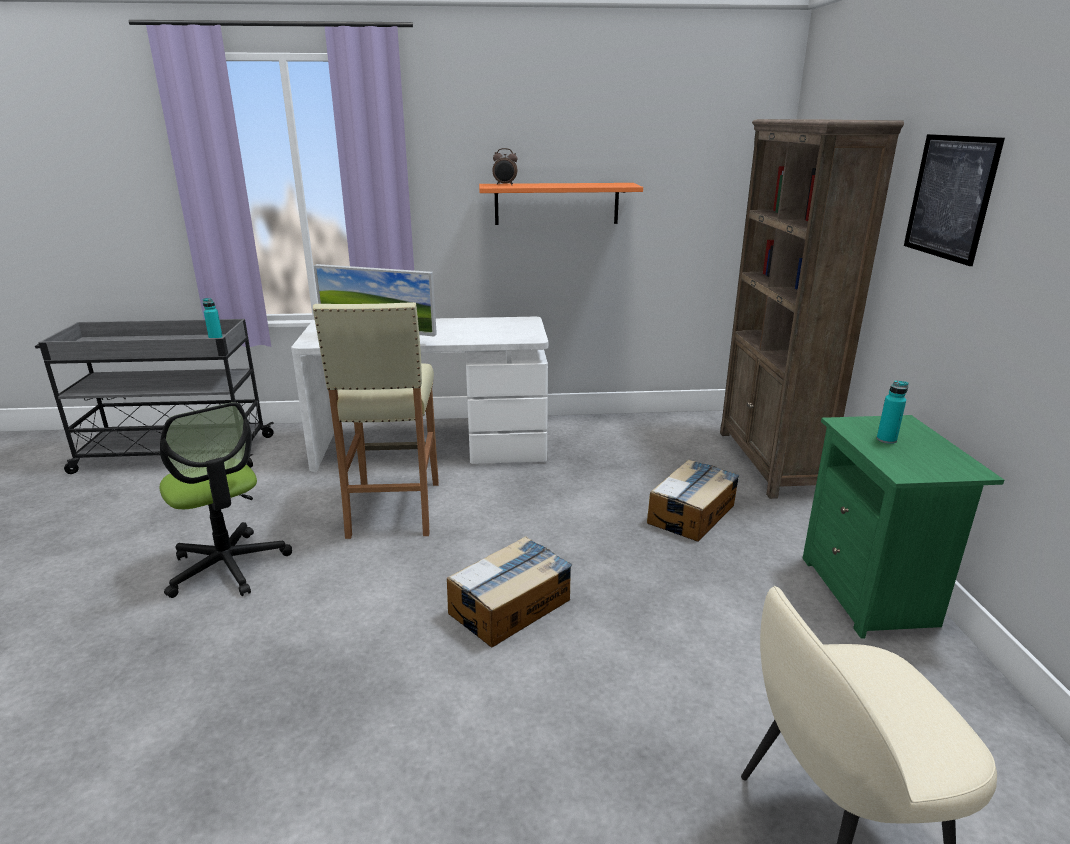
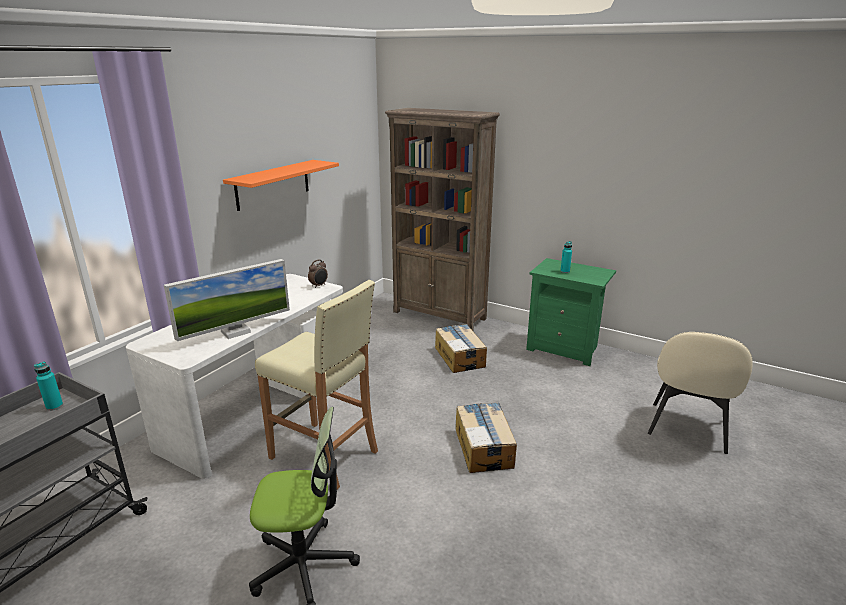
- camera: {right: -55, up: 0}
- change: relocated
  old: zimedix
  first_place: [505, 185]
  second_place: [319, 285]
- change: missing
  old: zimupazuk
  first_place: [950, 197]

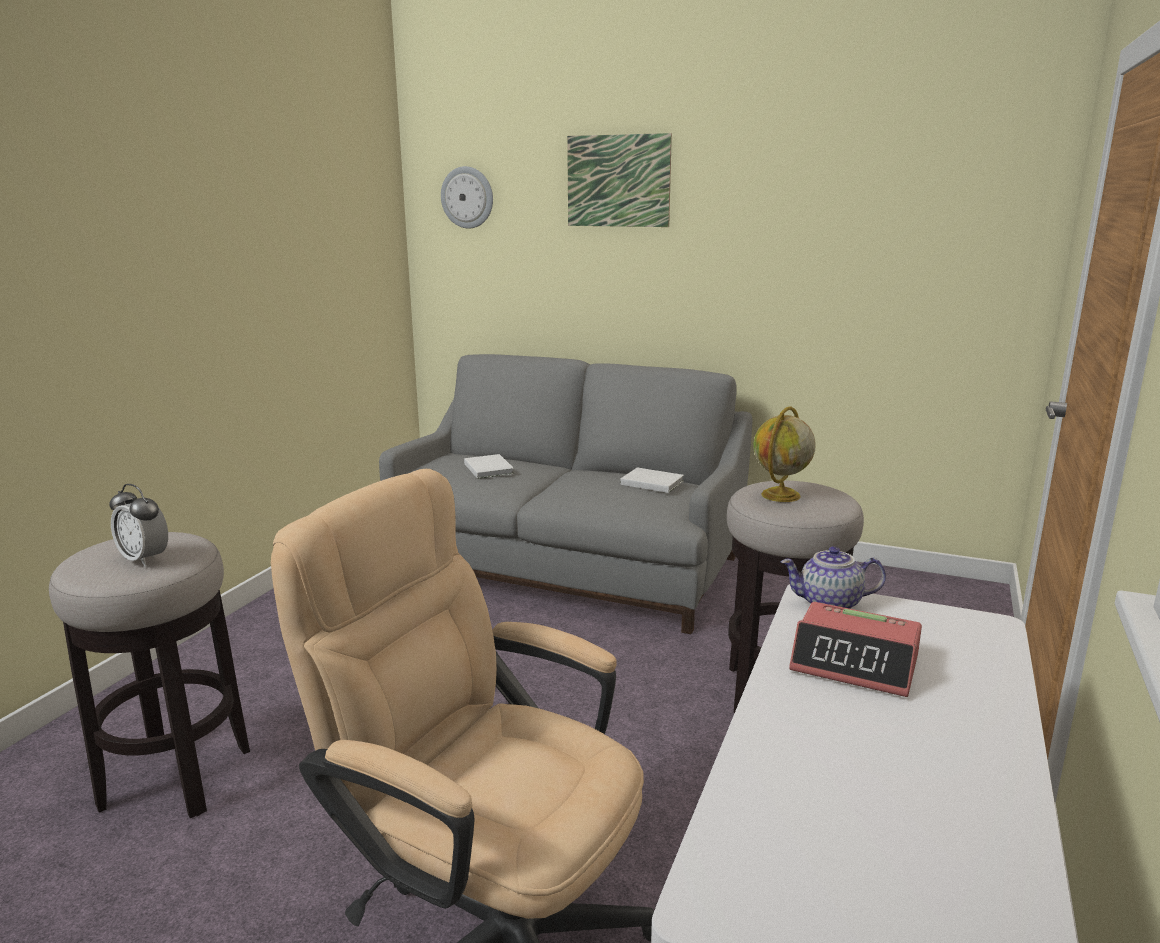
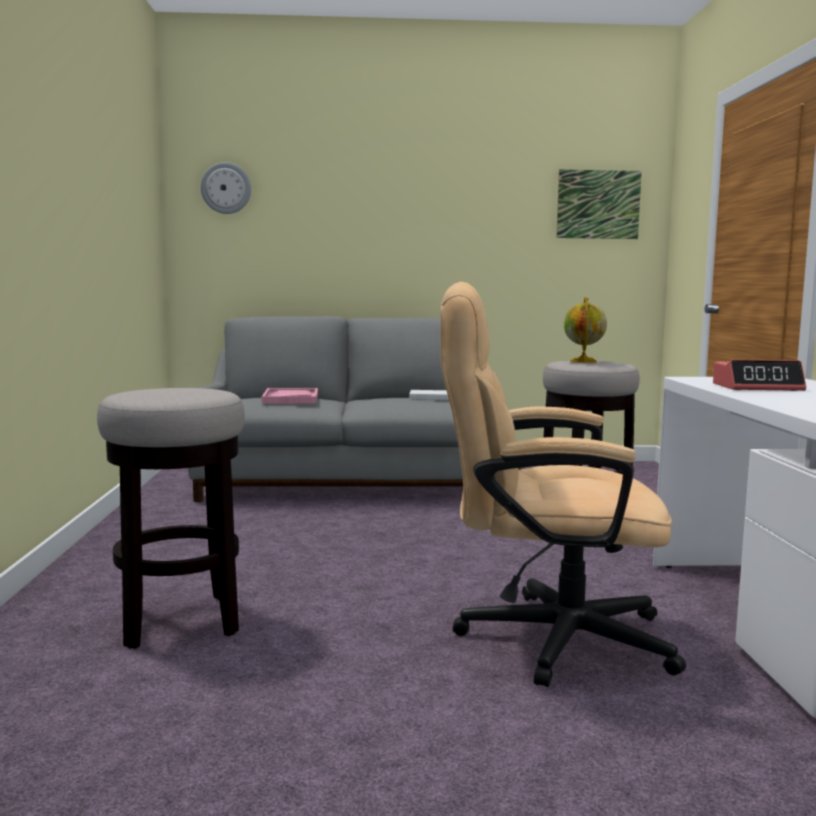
- camera: {right: -25, up: -10}
- change: exchanged
  old: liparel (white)
  new: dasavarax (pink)
  first_place: [489, 468]
  second_place: [290, 398]
- change: relocated
  old: zimupazuk
  first_place: [618, 181]
  second_place: [598, 204]
- change: missing
  old: zimedix
  first_place: [144, 559]
- change: missing
  old: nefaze
  first_place: [829, 604]

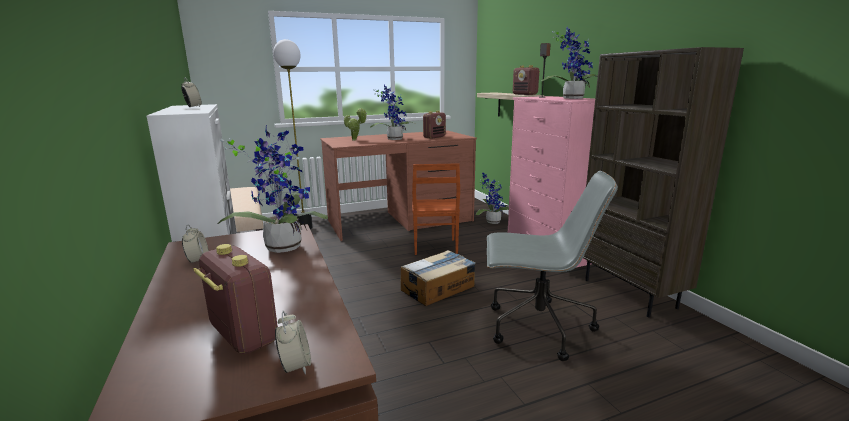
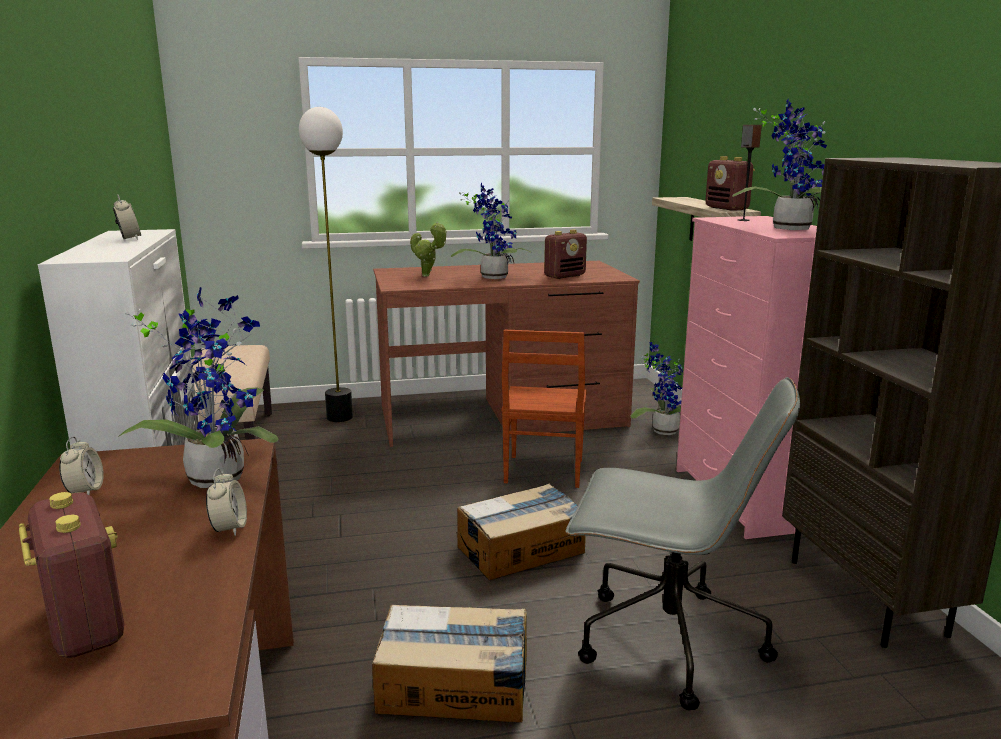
- camera: {right: 10, up: 0}
- change: relocated
  old: zimedix
  first_place: [295, 366]
  second_place: [229, 528]
- change: appeared
  new: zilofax
  second_place: [455, 685]

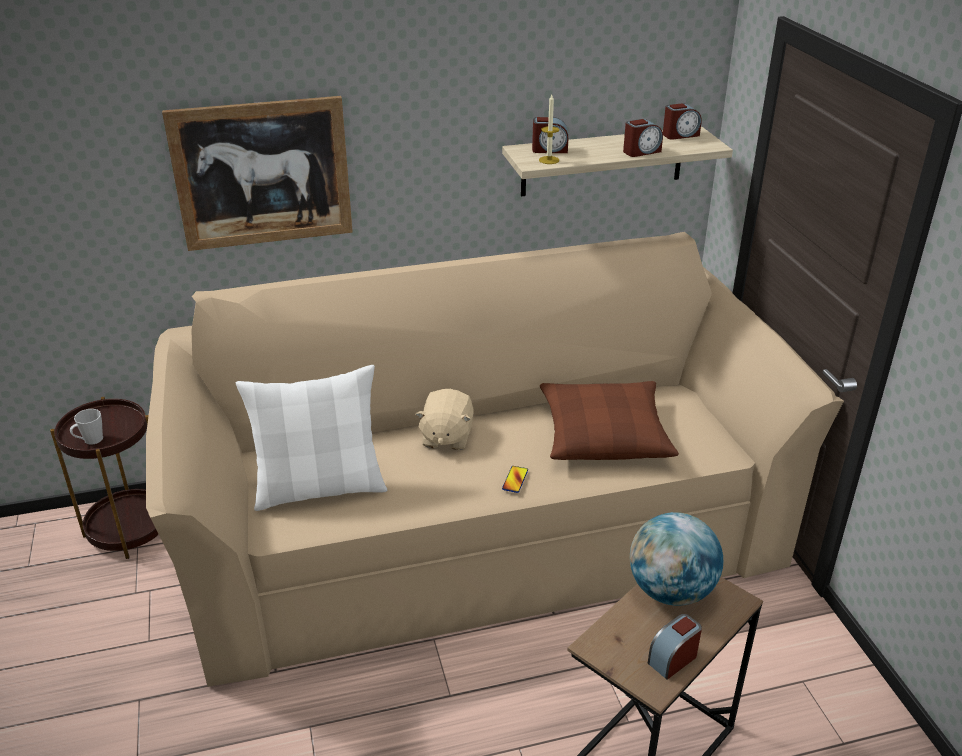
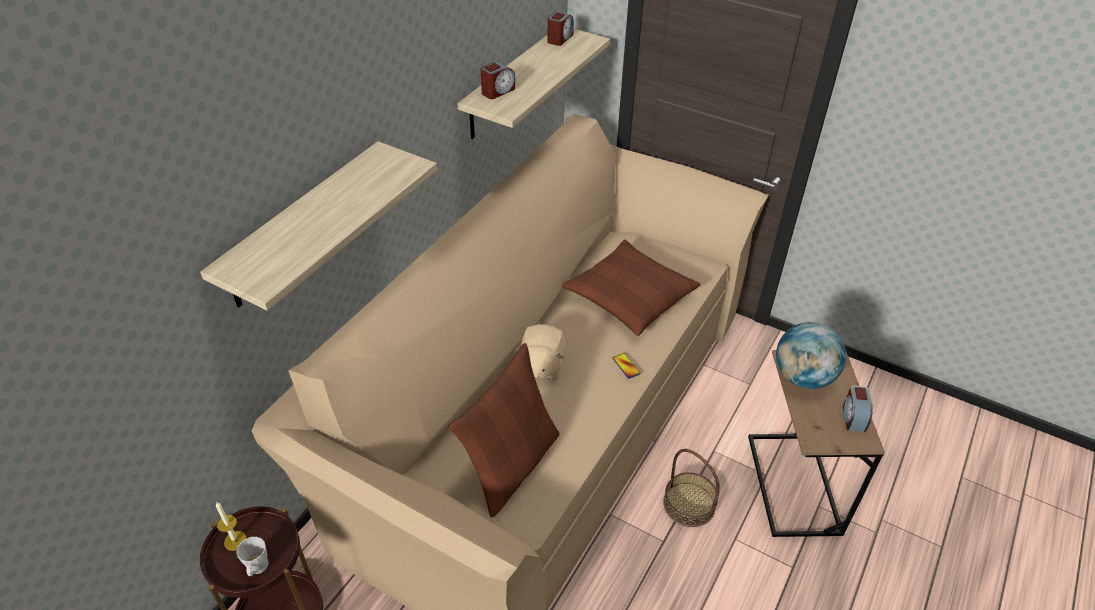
- camera: {right: -45, up: 10}
- change: exchanged
  old: zimupazuk
  new: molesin
  first_place: [262, 173]
  second_place: [303, 225]
- change: relocated
  old: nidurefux
  first_place: [549, 160]
  second_place: [235, 541]
- change: colour
  old: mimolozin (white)
  new: mimolozin (brown)
  first_place: [320, 488]
  second_place: [511, 465]
- change: spun
  old: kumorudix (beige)
  first_place: [446, 437]
  second_place: [541, 365]
  degrees: 45
- change: appeared
  new: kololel
  second_place: [689, 504]
- change: missing
  old: zimedix
  first_place: [641, 151]

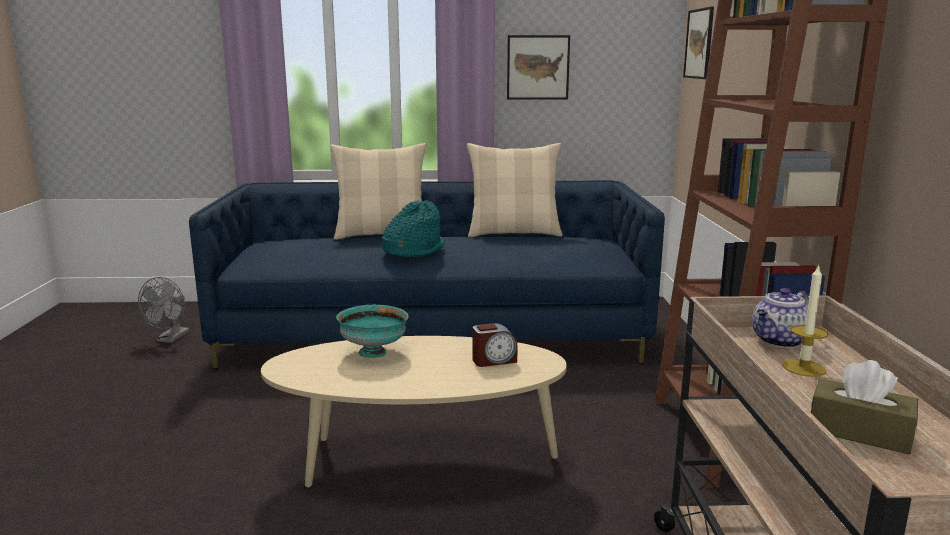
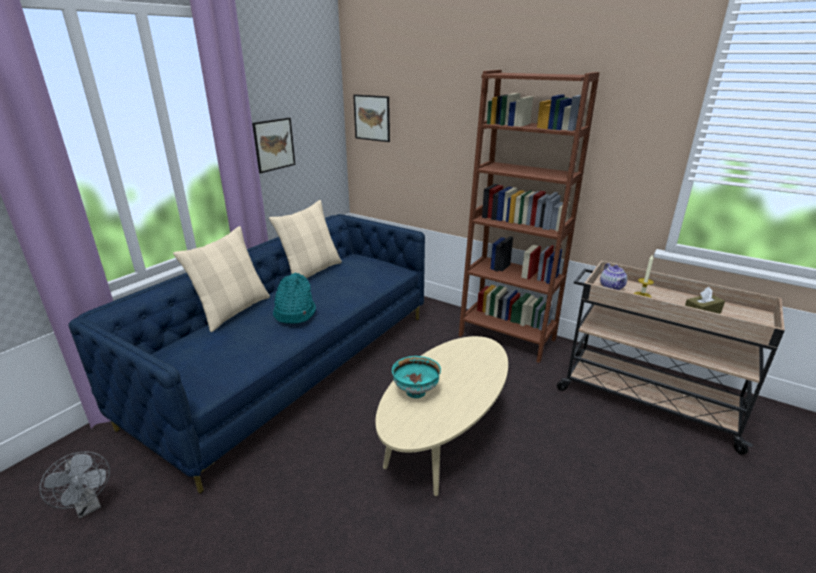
- camera: {right: -55, up: 10}
- change: missing
  old: zimedix
  first_place: [494, 360]

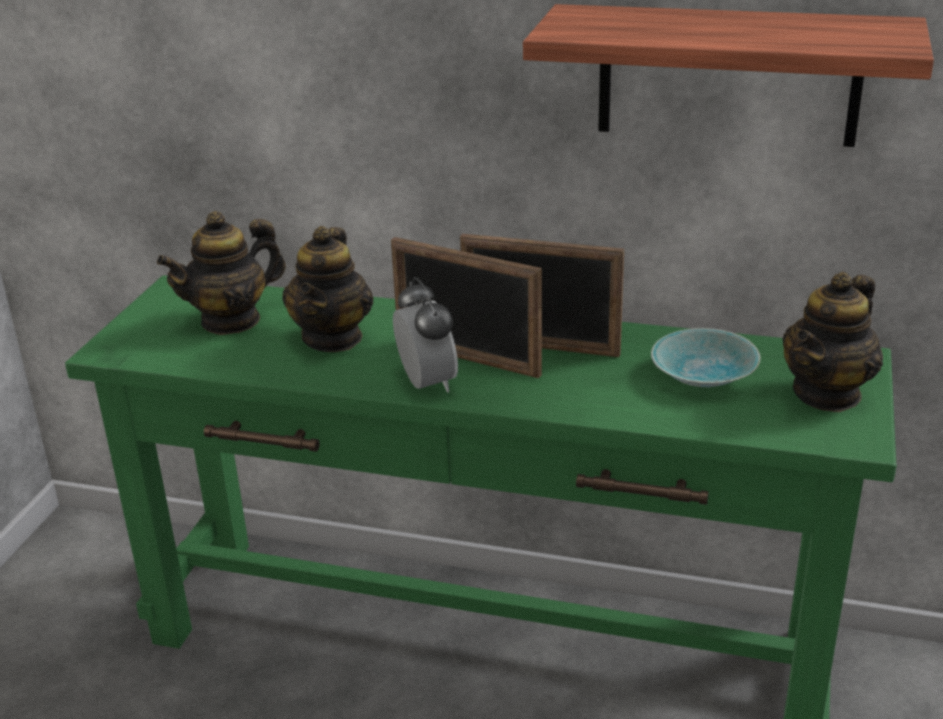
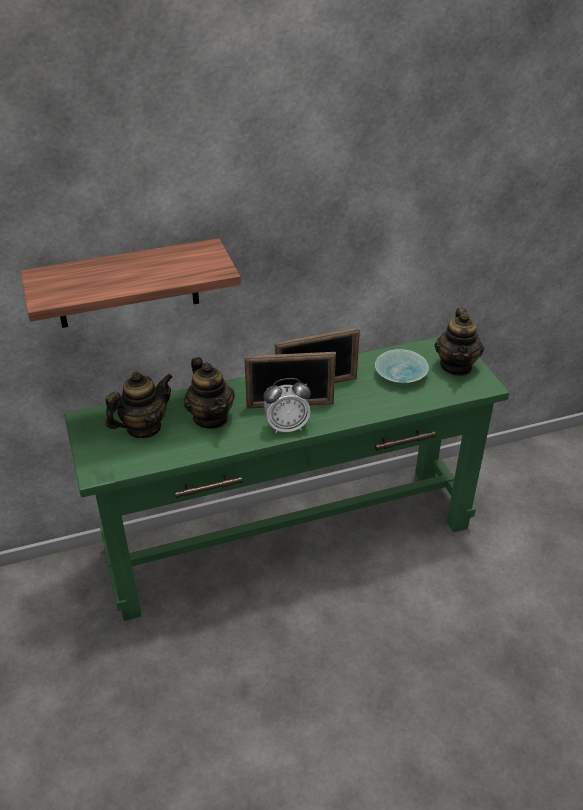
- camera: {right: -35, up: 10}
- change: relocated
  old: molesin
  first_place: [728, 75]
  second_place: [127, 284]
- change: spun
  old: nefaze
  first_place: [231, 320]
  second_place: [143, 428]
  degrees: -150
- change: spun
  old: zimedix
  first_place: [427, 384]
  second_place: [287, 427]
  degrees: 135

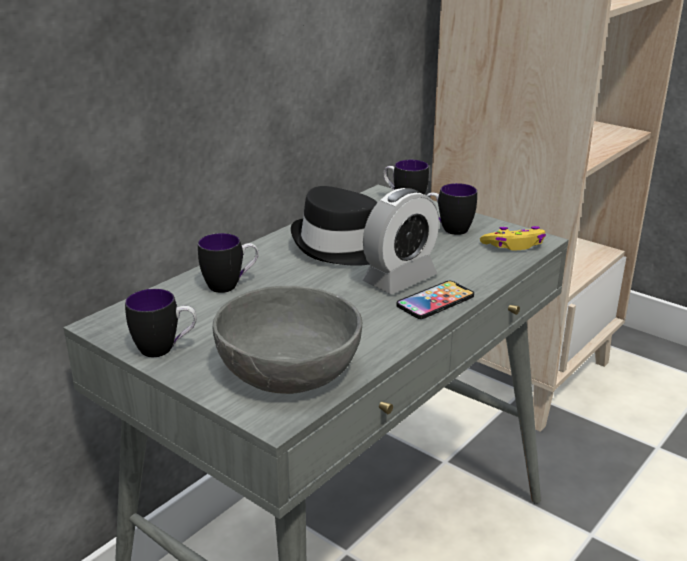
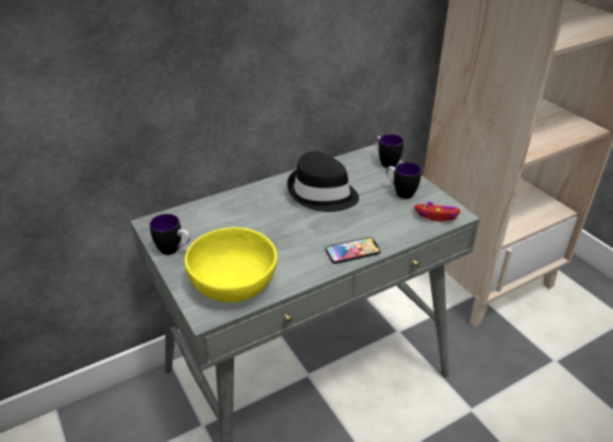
- camera: {right: 20, up: 10}
- change: colour
  old: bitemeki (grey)
  new: bitemeki (yellow)
  first_place: [290, 369]
  second_place: [234, 282]
- change: colour
  old: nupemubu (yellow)
  new: nupemubu (red)
  first_place: [514, 245]
  second_place: [436, 216]
- change: missing
  old: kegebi
  first_place: [230, 285]
- change: missing
  old: zimedix
  first_place: [400, 279]

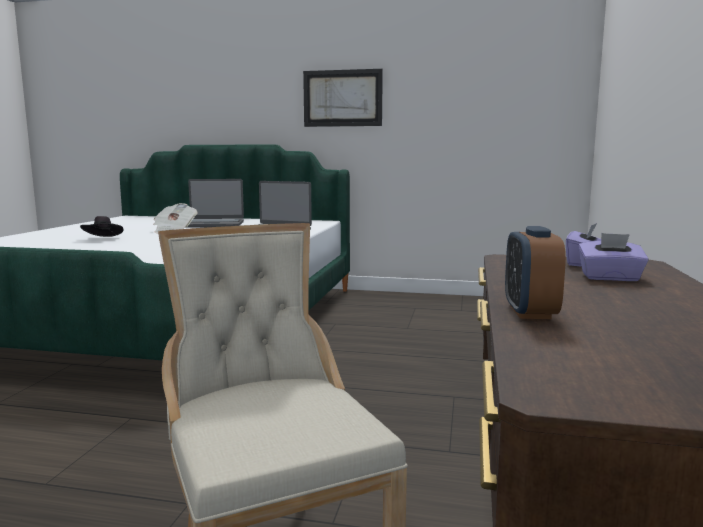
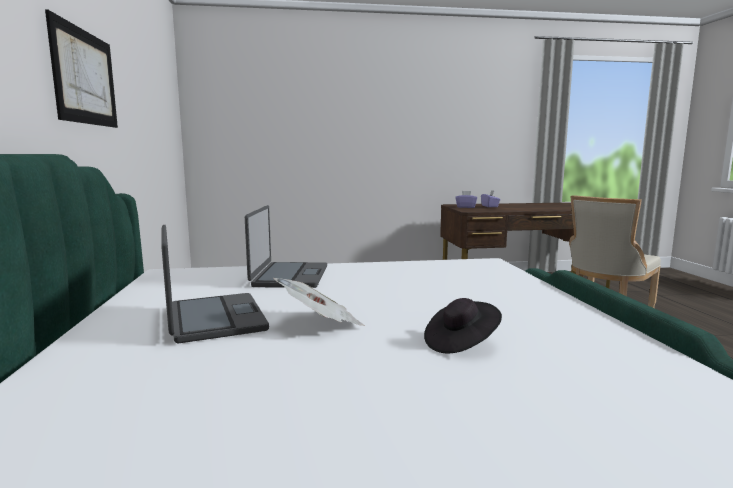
- camera: {right: -110, up: 0}
- change: missing
  old: zimedix
  first_place: [530, 312]

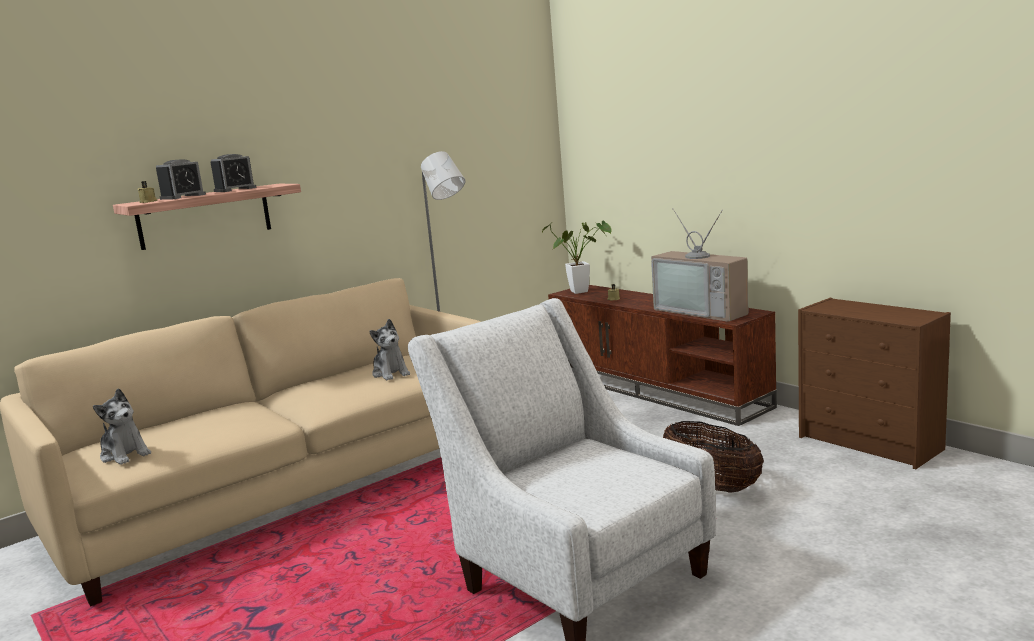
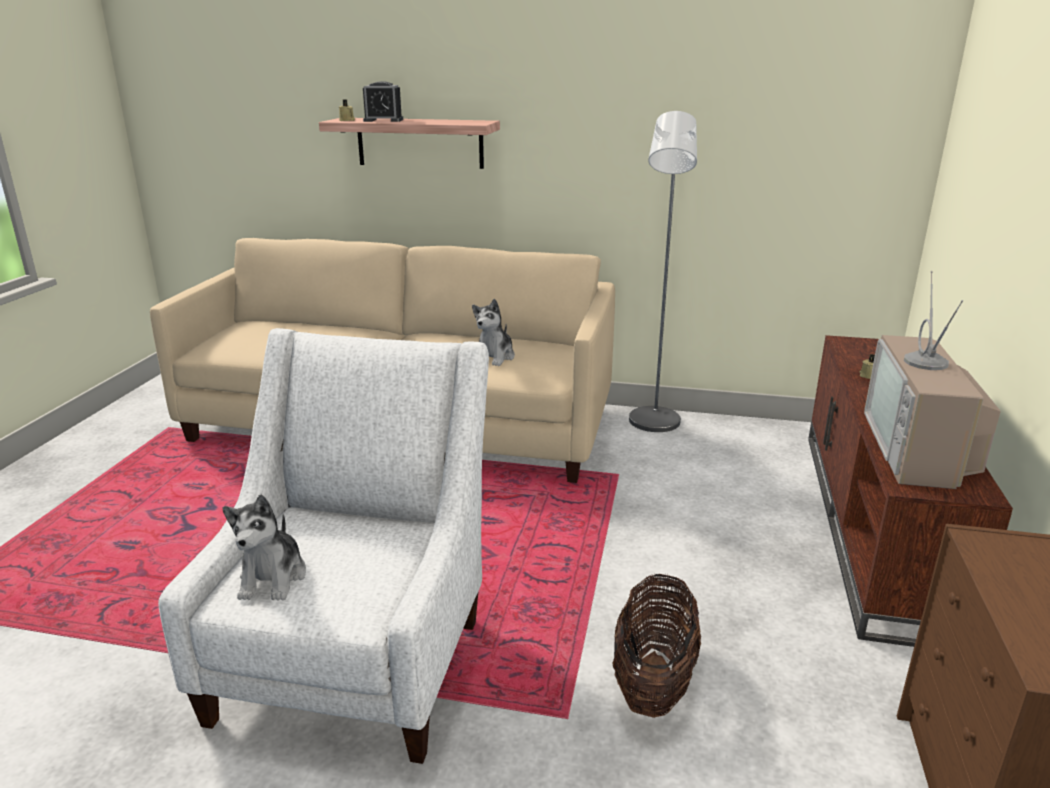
- camera: {right: 50, up: 10}
- change: relocated
  old: kumorudix
  first_place: [125, 454]
  second_place: [273, 577]
- change: missing
  old: zimedix
  first_place: [235, 189]
- change: missing
  old: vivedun
  first_place: [583, 291]

